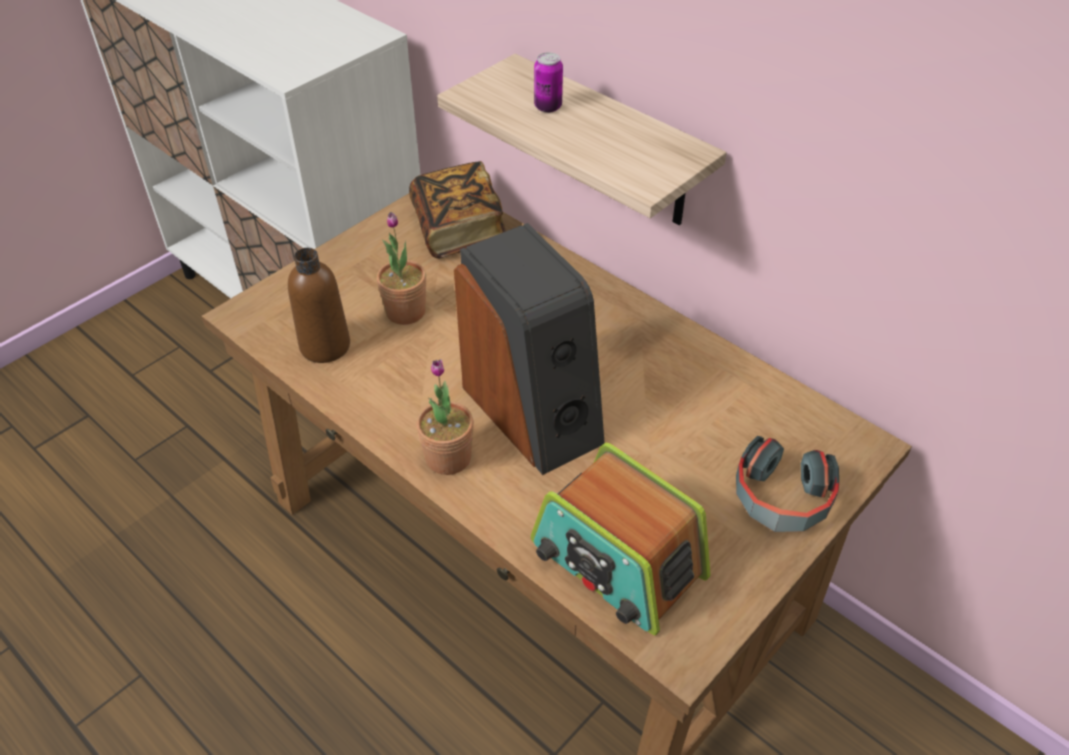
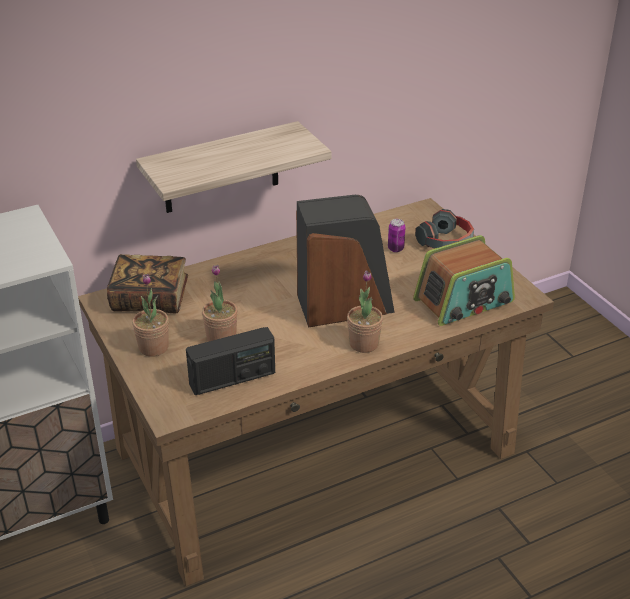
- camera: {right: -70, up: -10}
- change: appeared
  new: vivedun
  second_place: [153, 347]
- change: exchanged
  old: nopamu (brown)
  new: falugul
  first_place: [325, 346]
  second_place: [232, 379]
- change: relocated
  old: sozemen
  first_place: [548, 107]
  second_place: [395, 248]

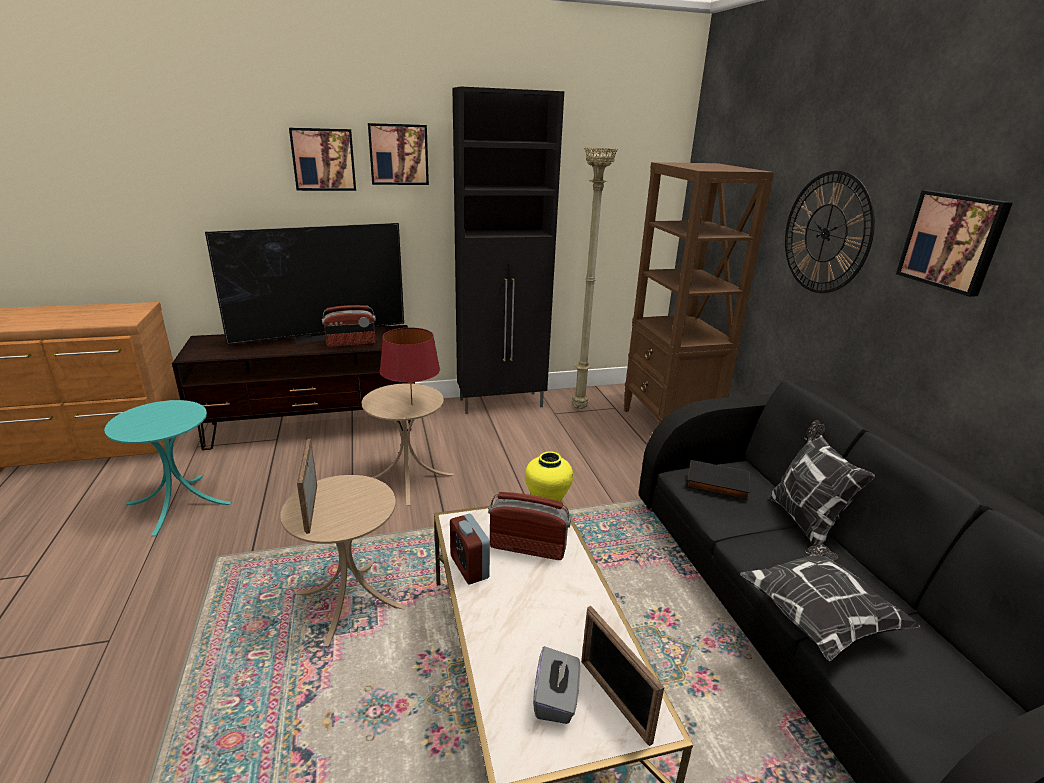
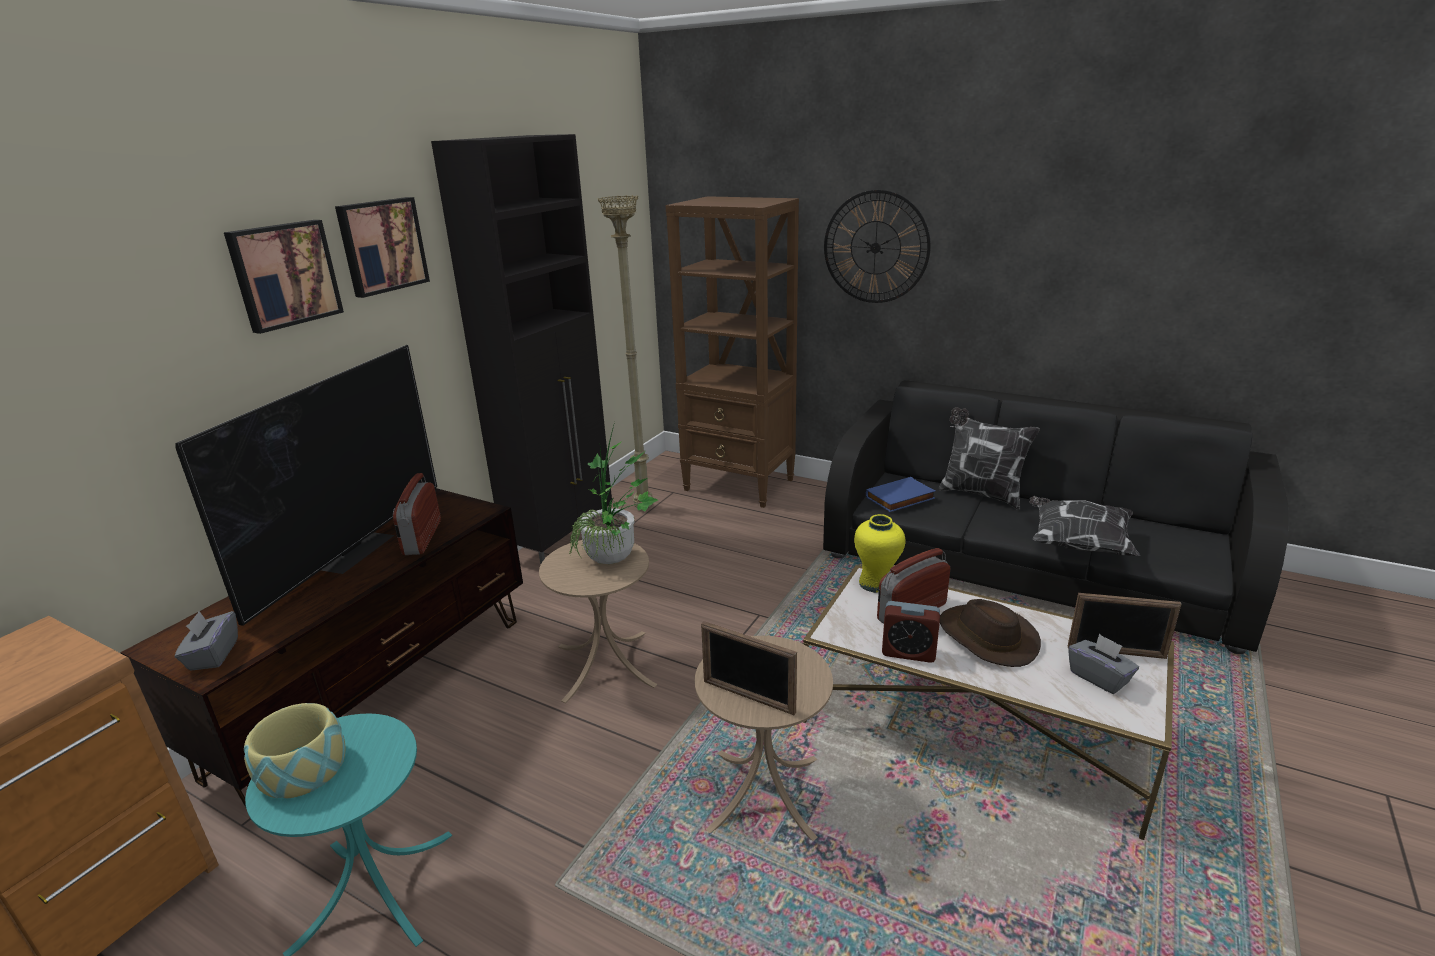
- camera: {right: -45, up: 0}
- change: appeared
  new: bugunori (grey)
  second_place: [213, 655]
- change: appeared
  new: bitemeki
  second_place: [302, 769]
- change: spun
  old: falugul
  first_place: [351, 343]
  second_place: [421, 538]
  degrees: 150
- change: exchanged
  old: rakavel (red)
  new: vivedun
  first_place: [411, 405]
  second_place: [615, 563]
- change: colour
  old: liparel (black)
  new: liparel (blue)
  first_place: [716, 484]
  second_place: [900, 498]
- change: appeared
  new: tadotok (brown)
  second_place: [986, 638]
- change: missing
  old: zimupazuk
  first_place: [953, 241]

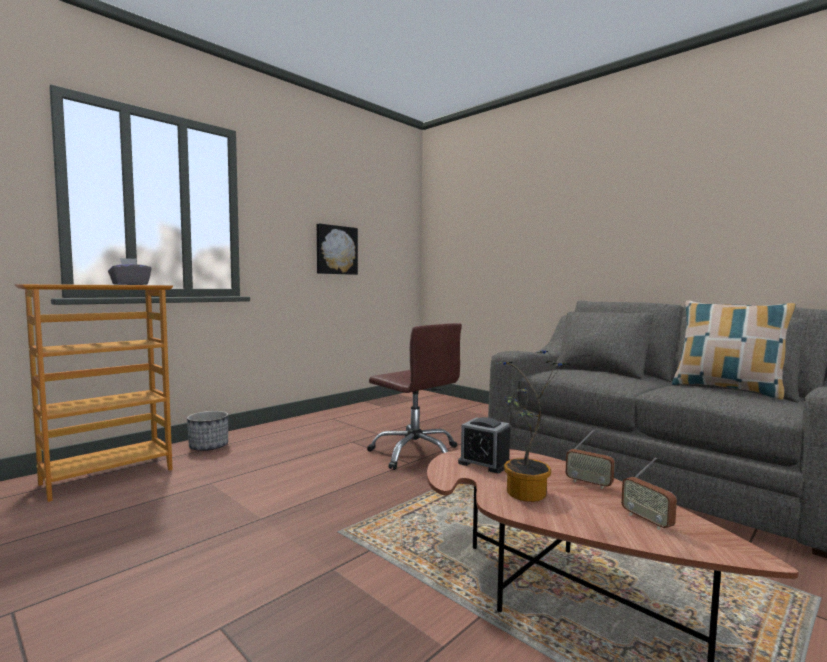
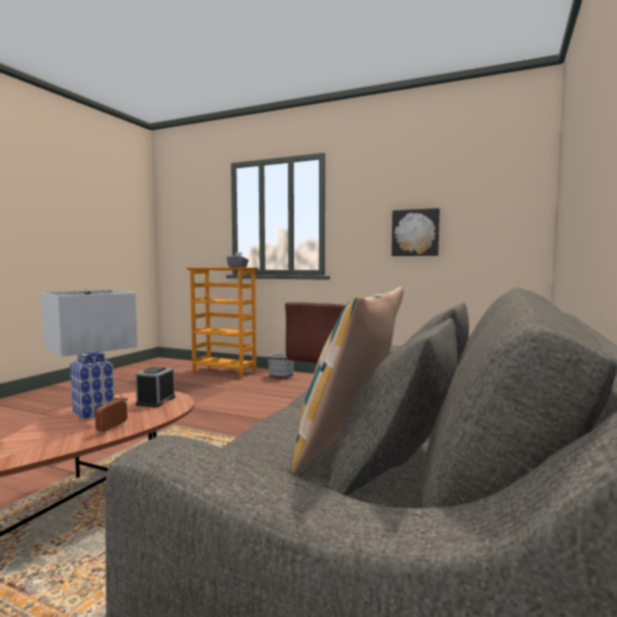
- camera: {right: 70, up: 0}
- change: exchanged
  old: vivedun
  new: rakavel (white)
  first_place: [524, 495]
  second_place: [92, 413]
- change: missing
  old: falugul
  first_place: [647, 520]

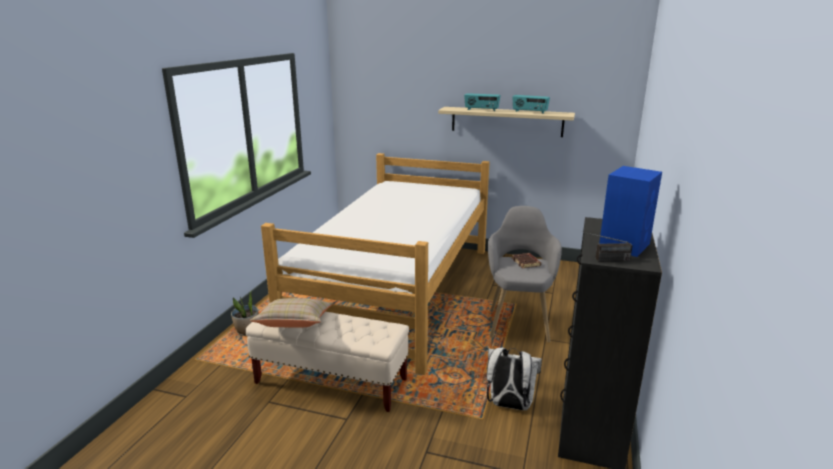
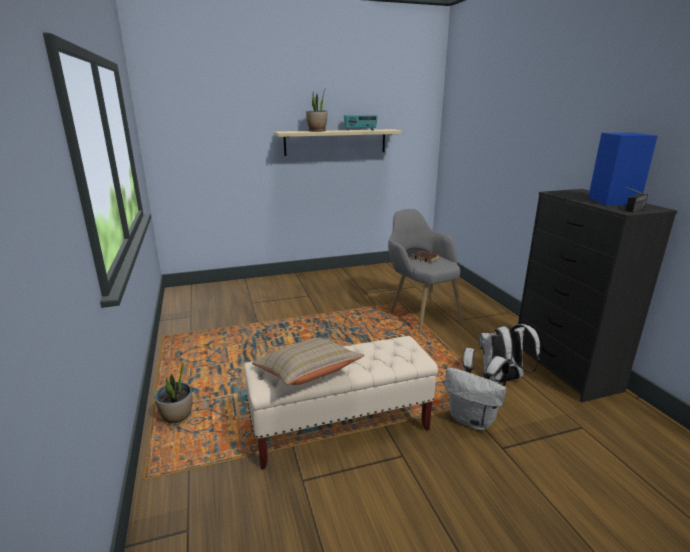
- camera: {right: -35, up: 0}
- change: exchanged
  old: falugul
  new: vivedun
  first_place: [481, 110]
  second_place: [317, 131]
- change: appeared
  new: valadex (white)
  second_place: [473, 419]
- change: missing
  old: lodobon
  first_place: [398, 291]

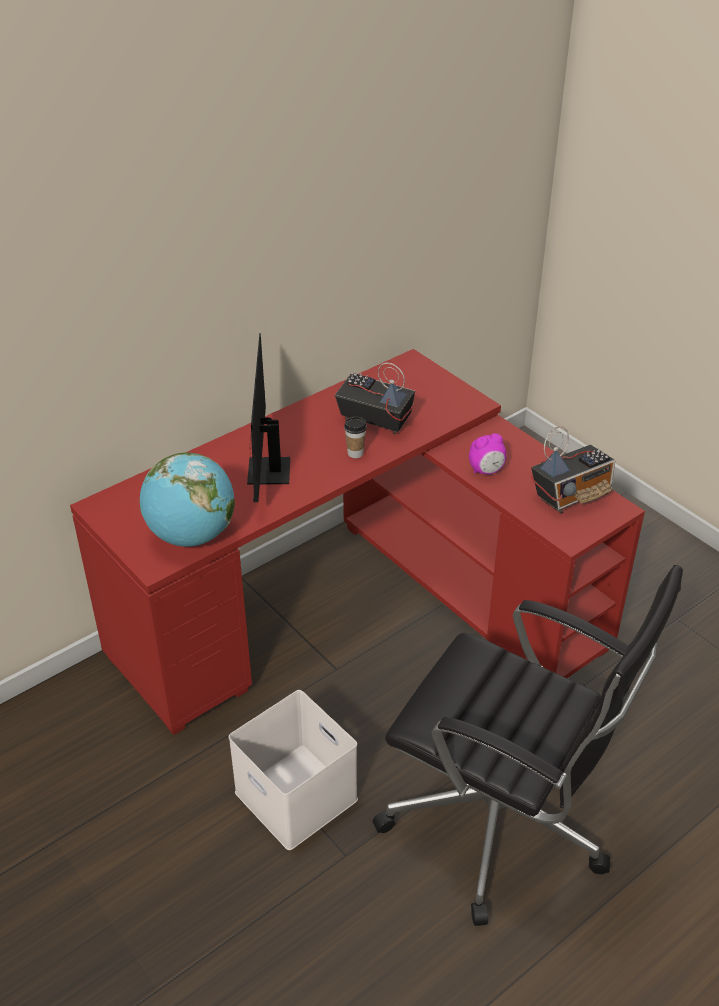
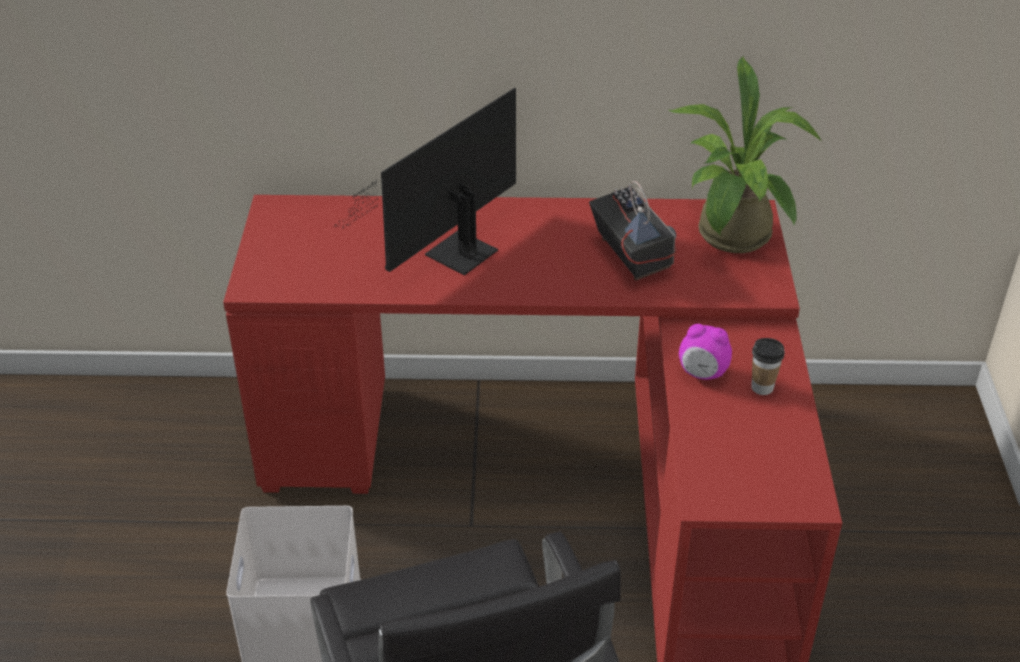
- camera: {right: 40, up: 0}
- change: appeared
  new: vivedun
  second_place: [732, 240]
- change: relocated
  old: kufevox
  first_place: [355, 453]
  second_place: [762, 387]
- change: missing
  old: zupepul
  first_place: [191, 535]
- change: missing
  old: falugul
  first_place: [572, 496]

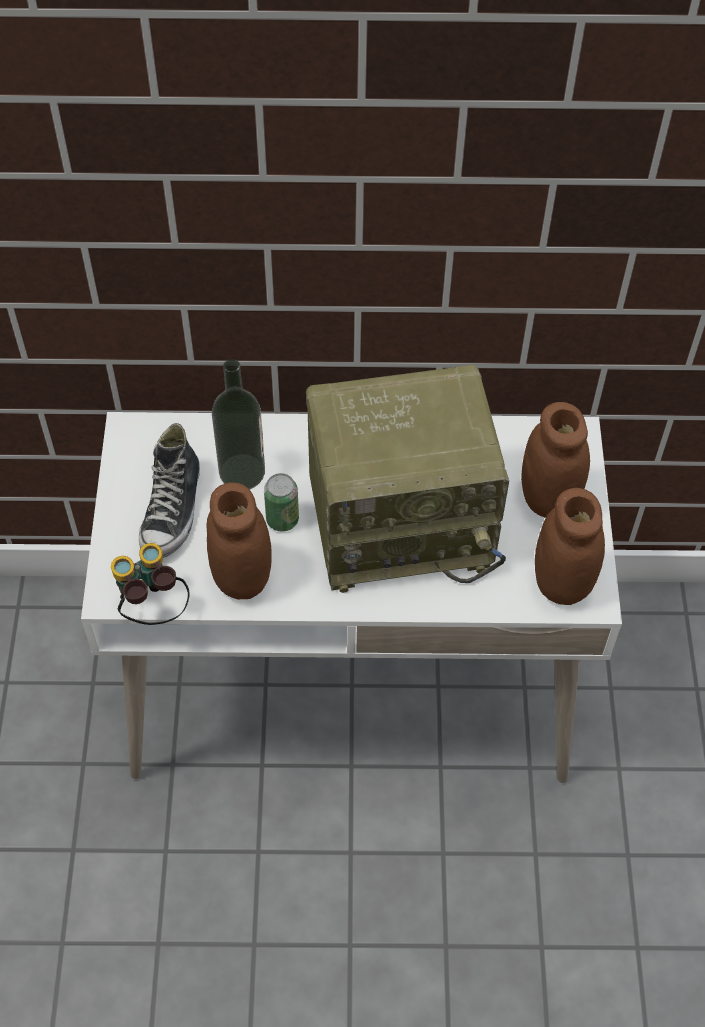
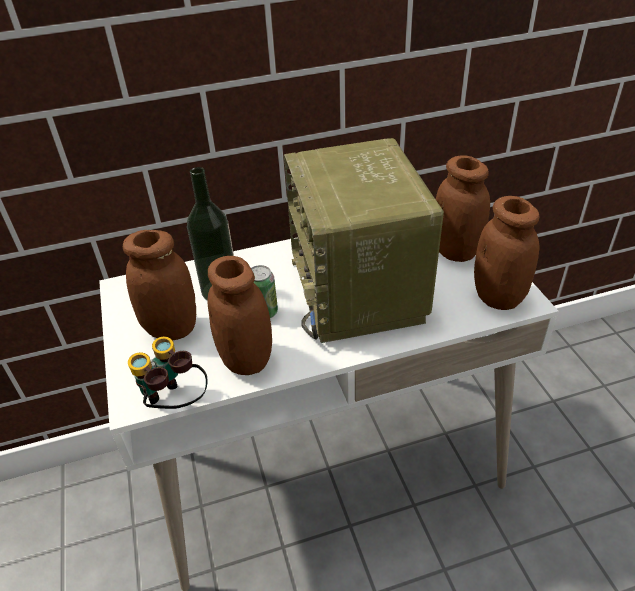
- camera: {right: -15, up: -15}
- change: exchanged
  old: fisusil
  new: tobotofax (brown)
  first_place: [173, 510]
  second_place: [171, 329]
- change: spun
  old: falugul
  first_place: [403, 522]
  second_place: [359, 290]
  degrees: 105

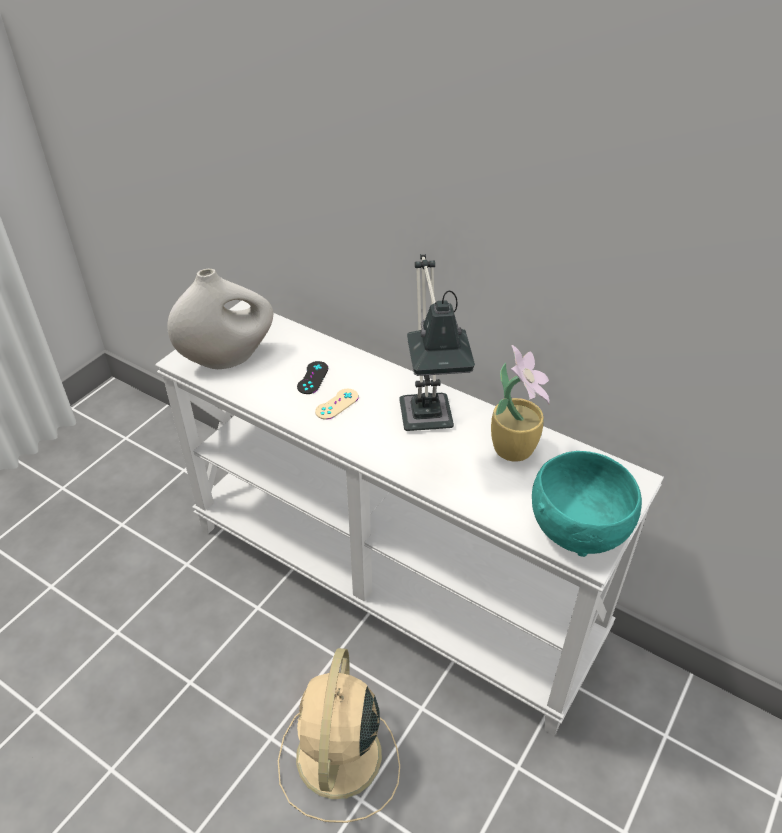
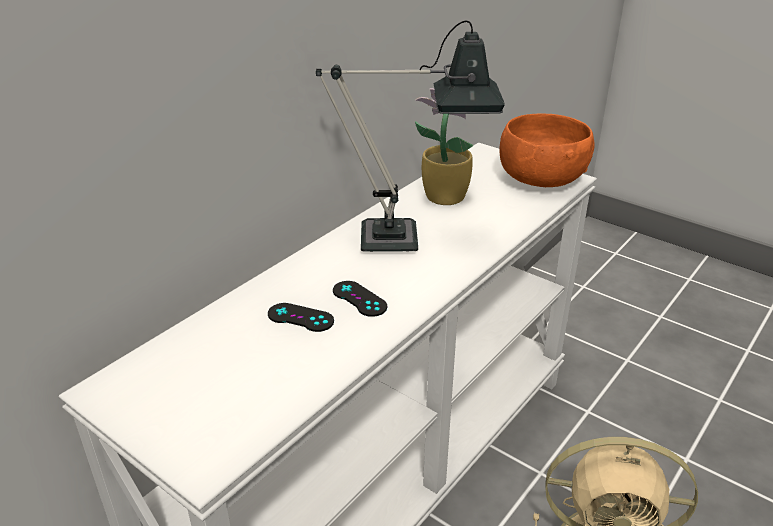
- camera: {right: -85, up: -10}
- change: colour
  old: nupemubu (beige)
  new: nupemubu (black)
  first_place: [337, 404]
  second_place: [359, 299]
- change: colour
  old: bitemeki (turquoise)
  new: bitemeki (orange)
  first_place: [577, 527]
  second_place: [540, 180]
- change: missing
  old: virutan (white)
  first_place: [228, 358]

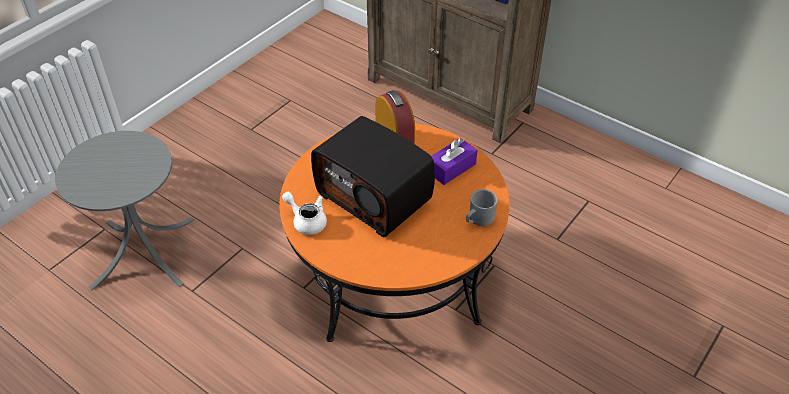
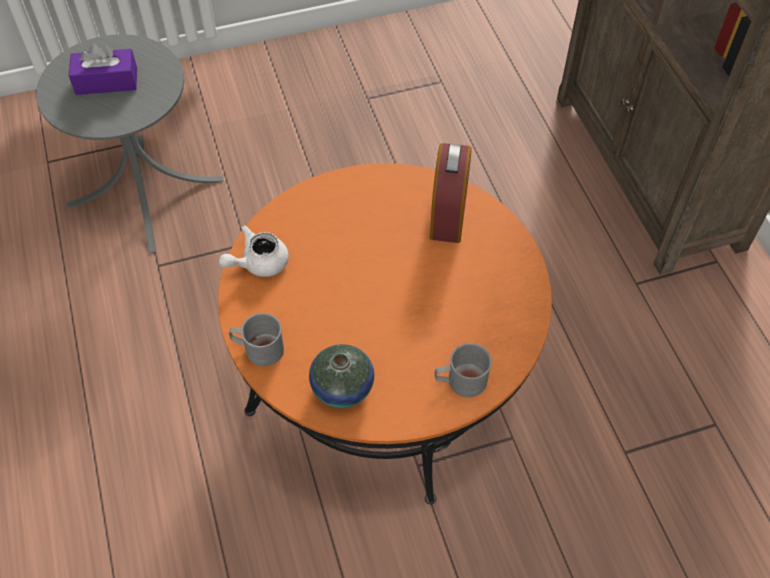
- camera: {right: 35, up: 10}
- change: relocated
  old: bugunori (purple)
  first_place: [451, 168]
  second_place: [106, 81]
- change: spun
  old: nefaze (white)
  first_place: [307, 221]
  second_place: [258, 263]
  degrees: -105
- change: appeared
  new: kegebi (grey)
  second_place: [258, 349]
- change: appeared
  new: virutan
  second_place: [342, 387]
- change: missing
  old: falugul
  first_place: [375, 196]

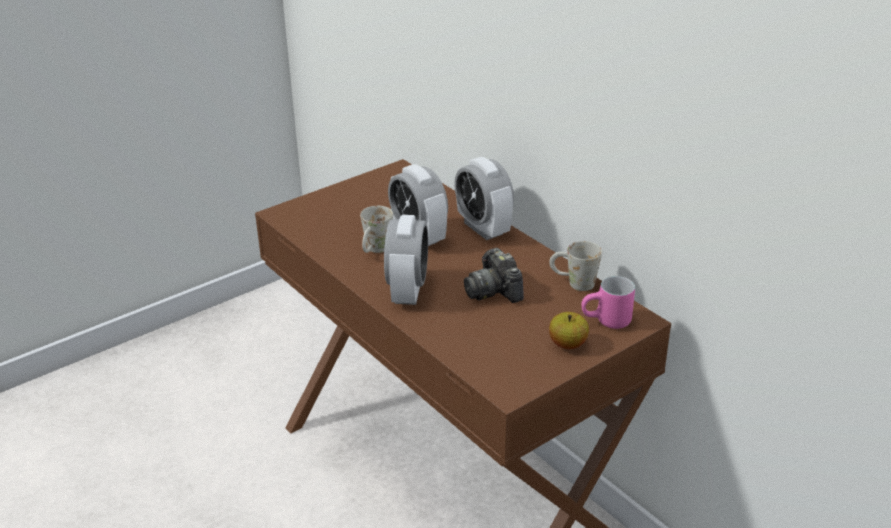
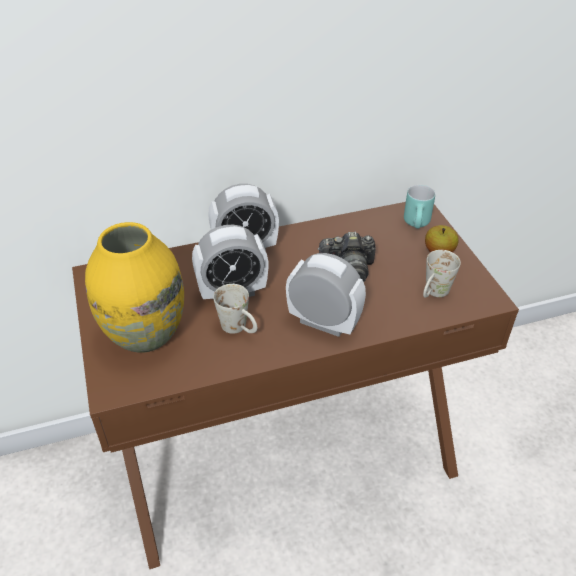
- camera: {right: -70, up: 10}
- change: appeared
  new: virutan (yellow)
  second_place: [144, 335]
- change: colour
  old: kegebi (pink)
  new: kegebi (turquoise)
  first_place: [607, 323]
  second_place: [418, 225]
- change: relocated
  old: kegebi (white)
  first_place: [573, 283]
  second_place: [433, 294]

